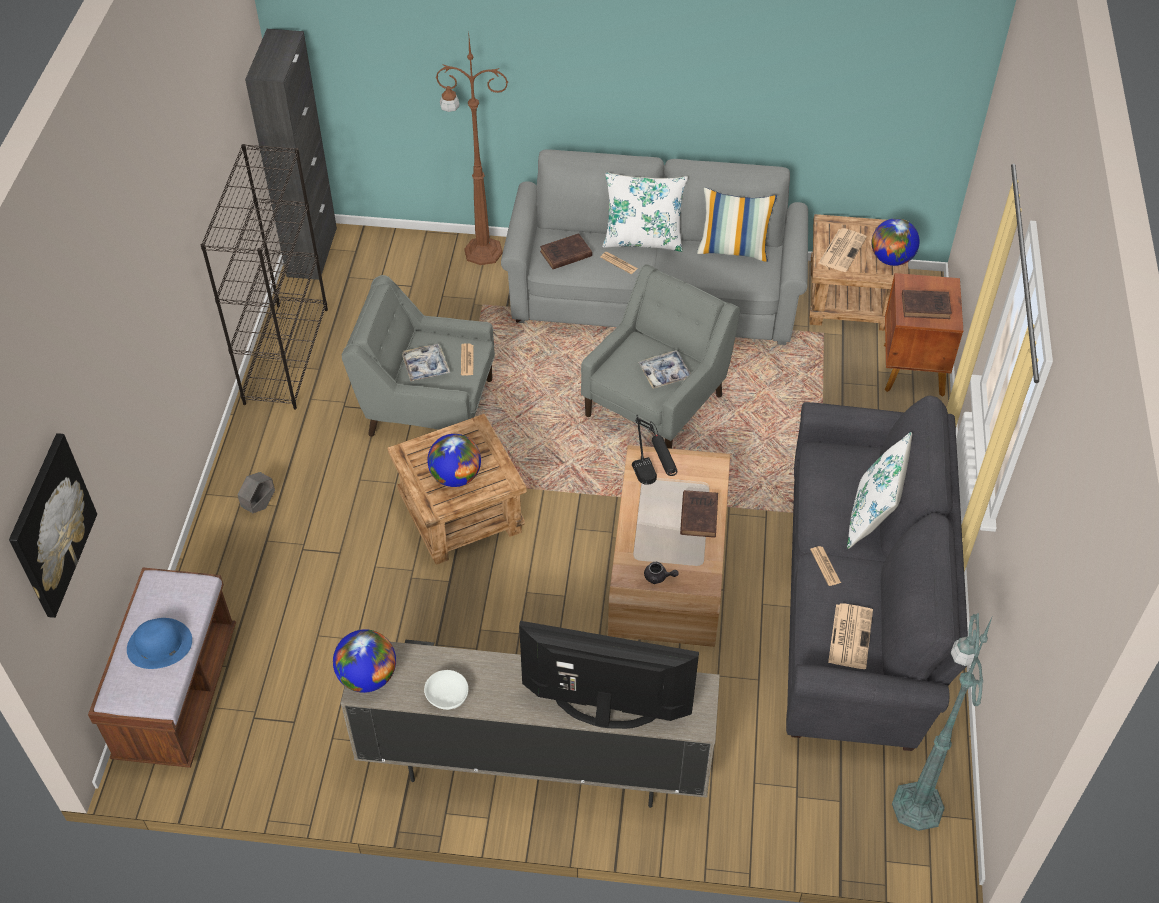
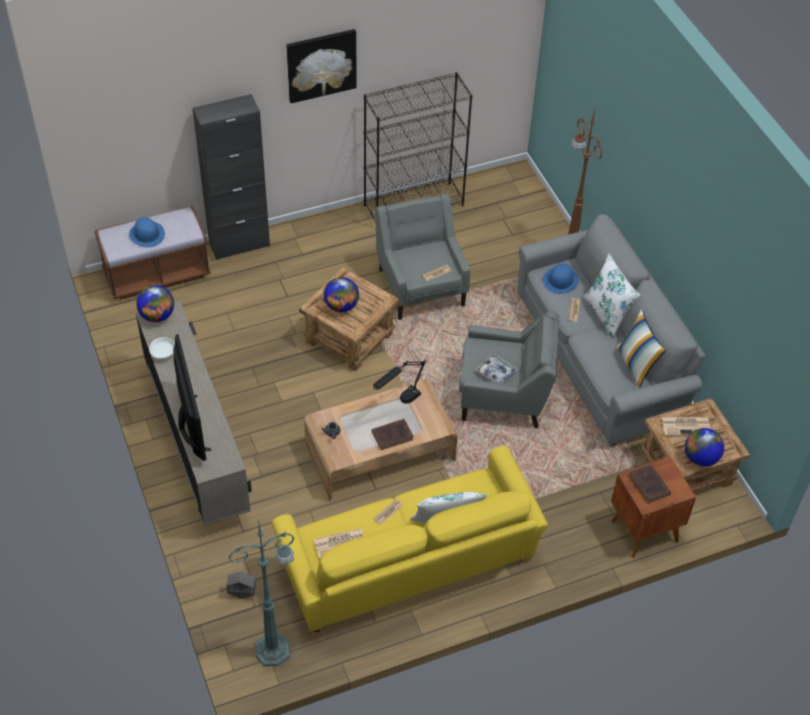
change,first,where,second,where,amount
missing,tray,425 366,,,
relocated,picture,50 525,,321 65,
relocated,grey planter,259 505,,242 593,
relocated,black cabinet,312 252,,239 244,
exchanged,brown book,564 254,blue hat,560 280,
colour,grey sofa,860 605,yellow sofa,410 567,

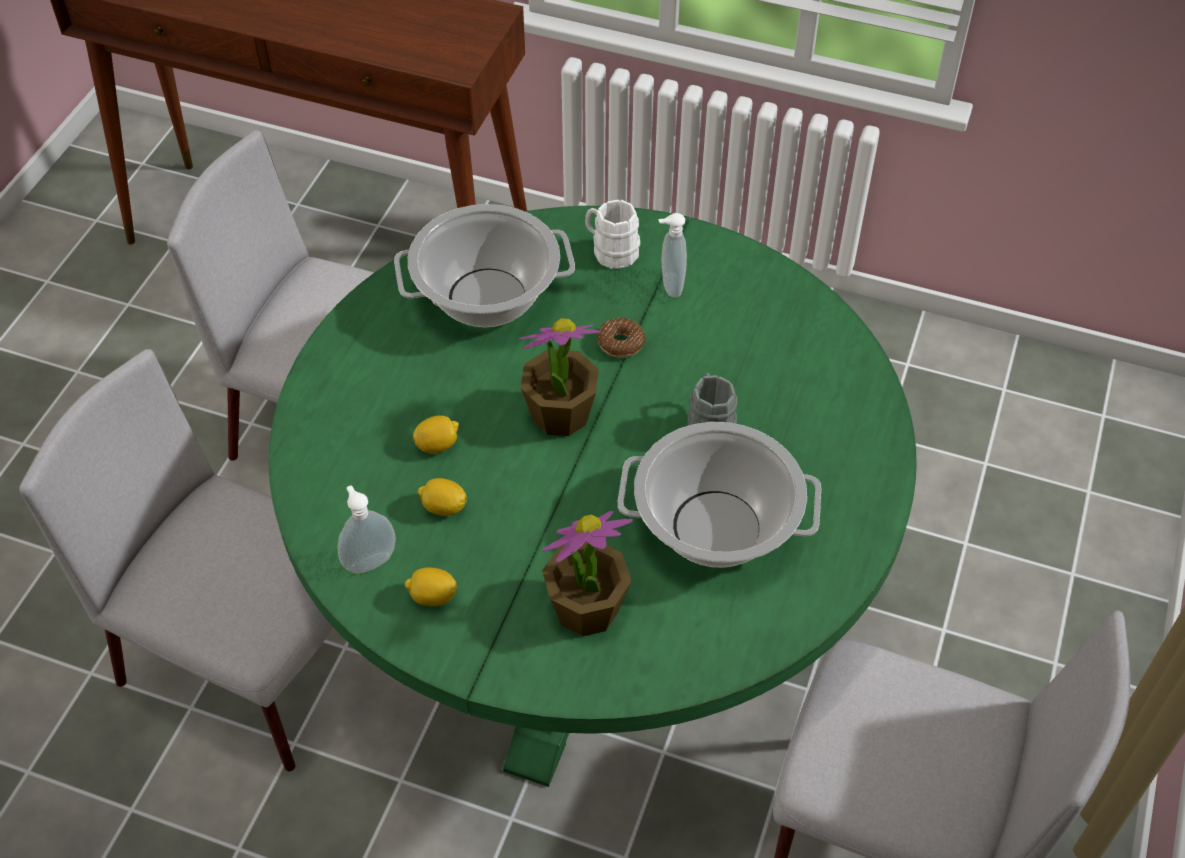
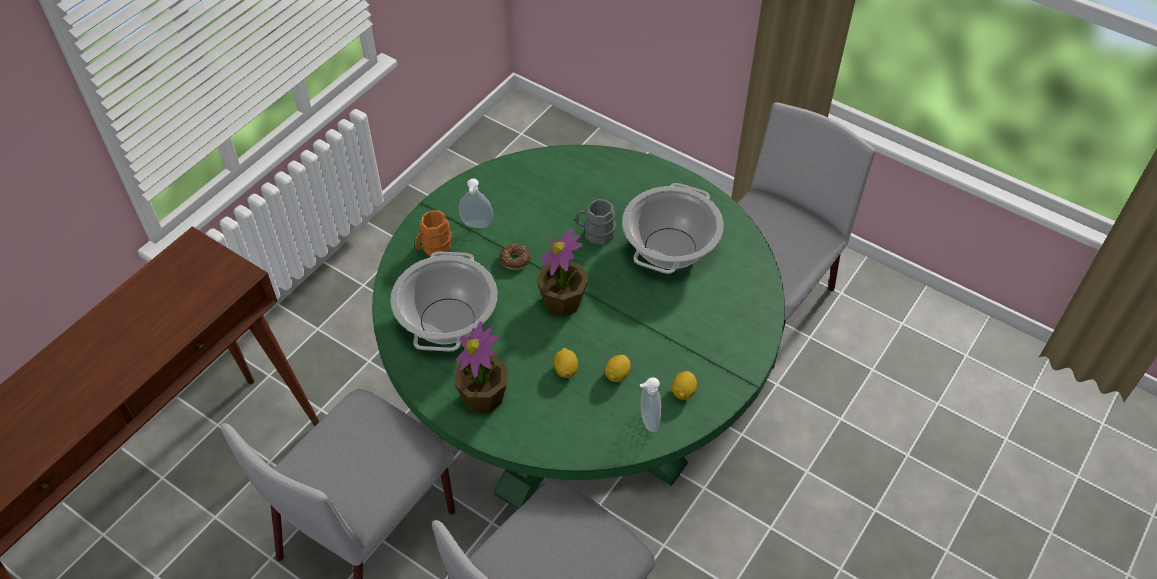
change,first,where,second,where,amount
relocated,potted plant,586 610,,484 397,
colour,white mug,610 251,orange mug,433 248,

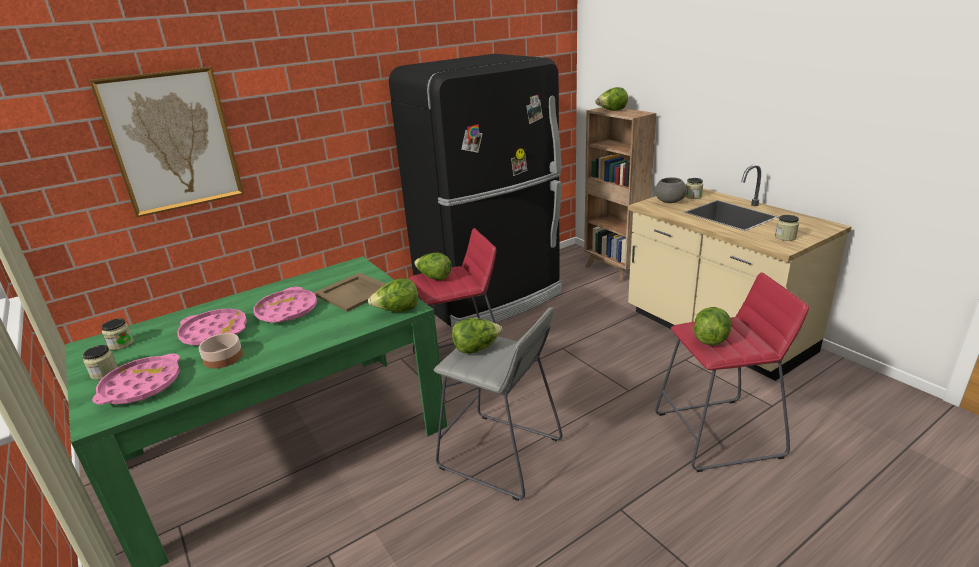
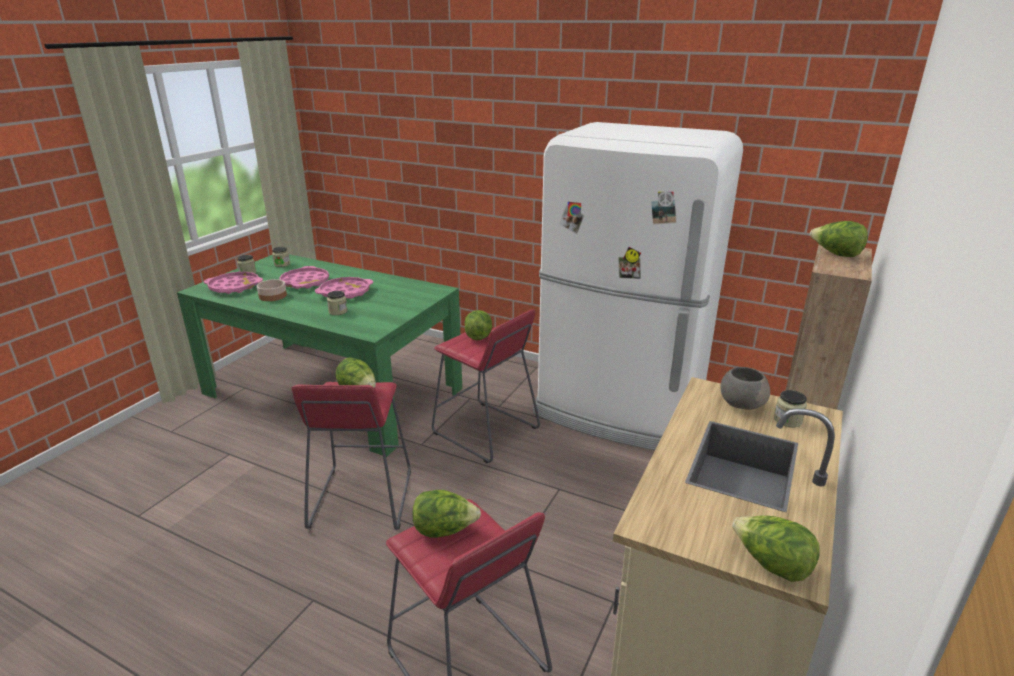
change,first,where,second,where,amount
missing,picture,173 141,,,
missing,beige tray,353 292,,,
relocated,lettuce,397 311,,771 565,
relocated,jar,785 237,,338 311,
colour,black fridge,491 298,white fridge,619 410,
colour,grey stool,500 454,red stool,362 499,

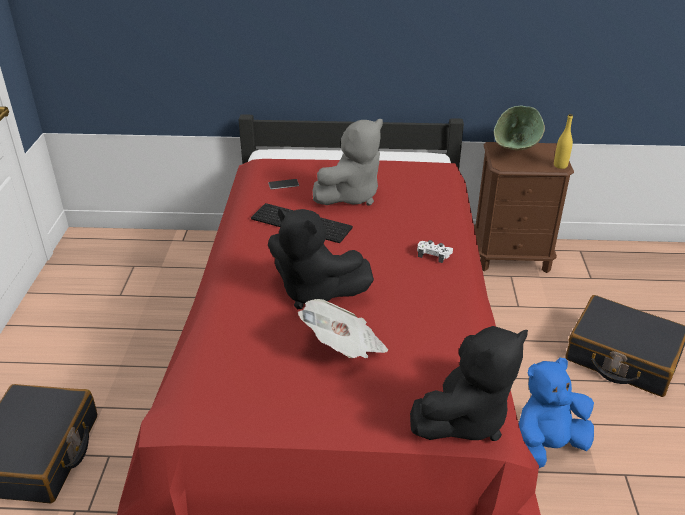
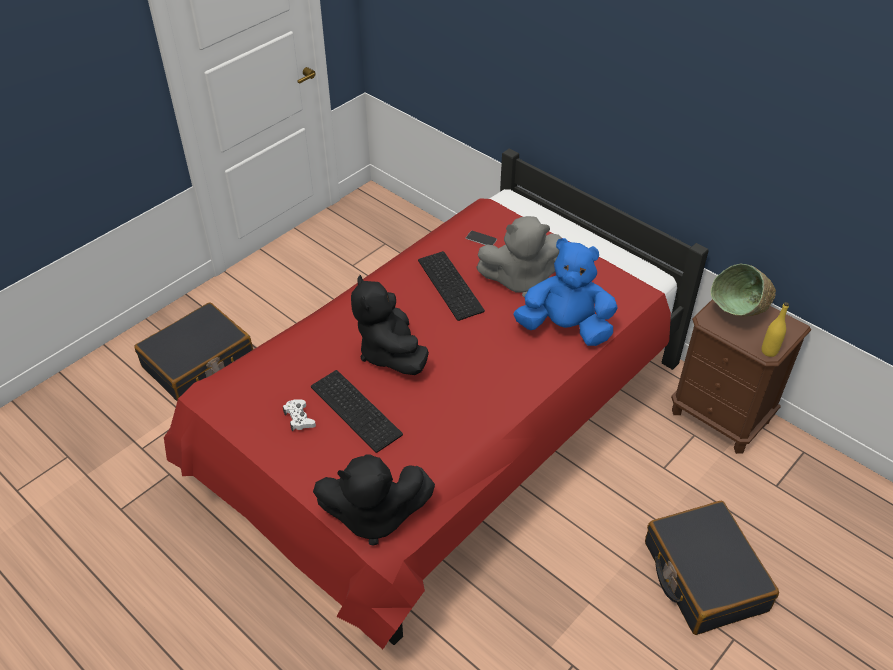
change,first,where,second,where,amount
relocated,white game controller,434 254,,299 418,
relocated,blue plush toy,546 446,,565 328,
exchanged,newspaper,344 347,keyboard,358 410,

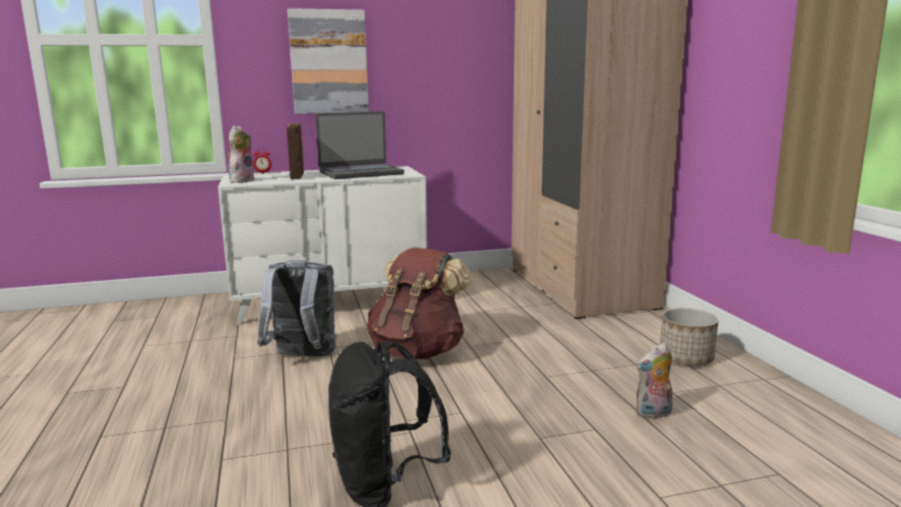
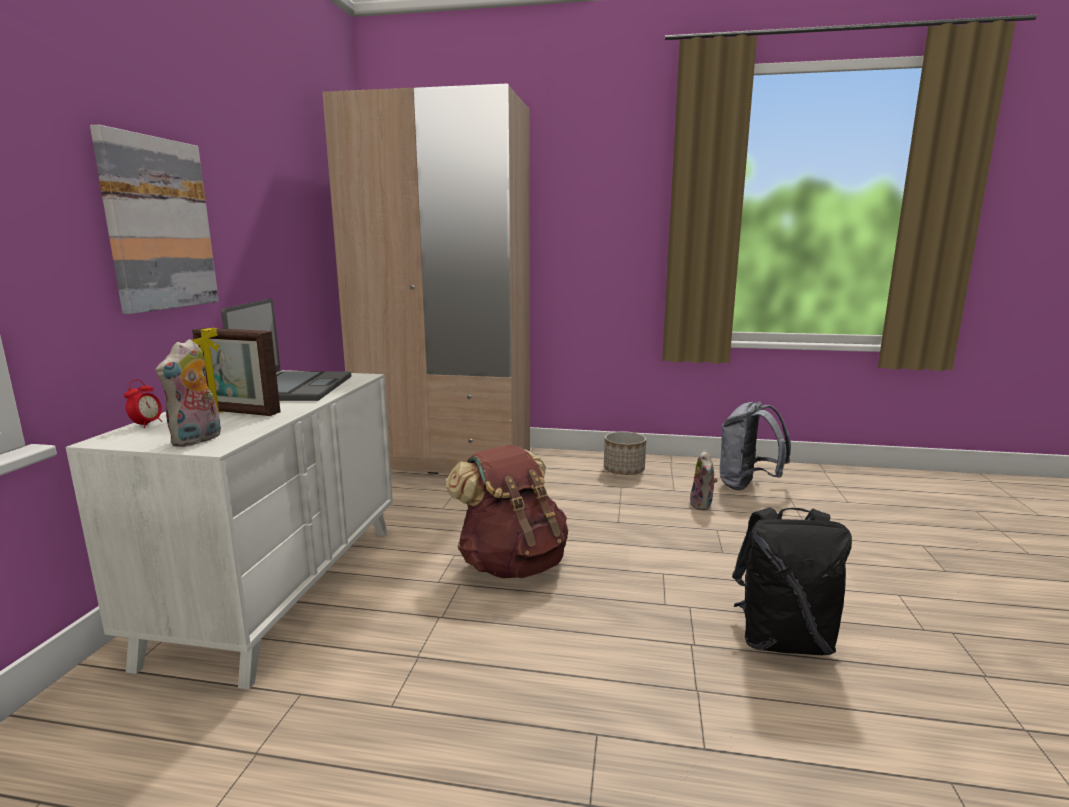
change,first,where,second,where,amount
relocated,grey backpack,302 358,,747 485,
spun,plush toy,241 180,,197 440,120 degrees counterclockwise

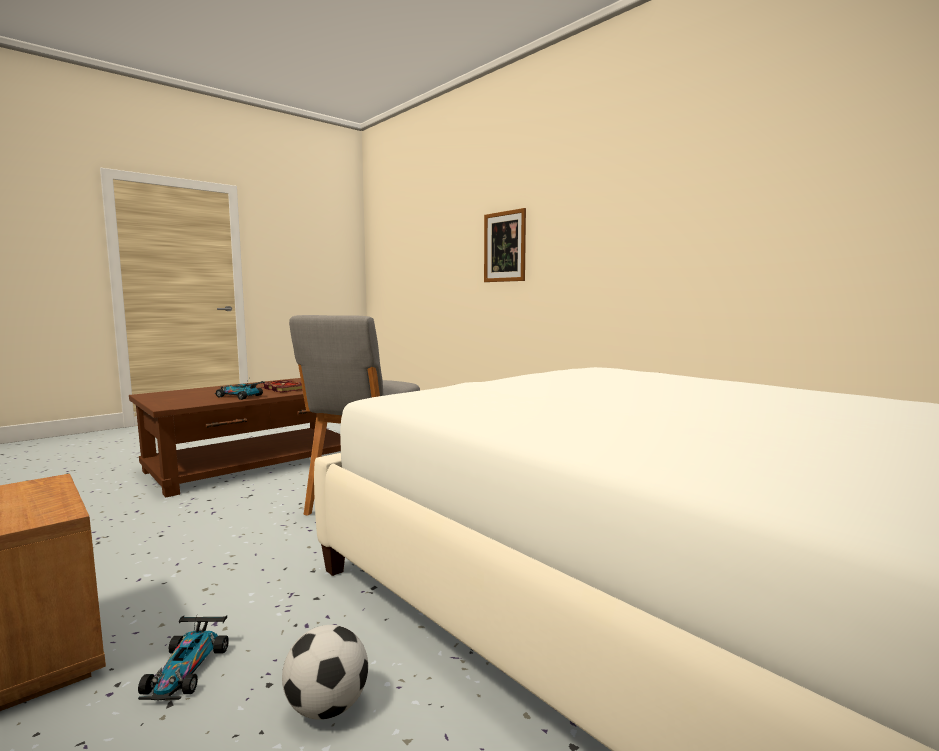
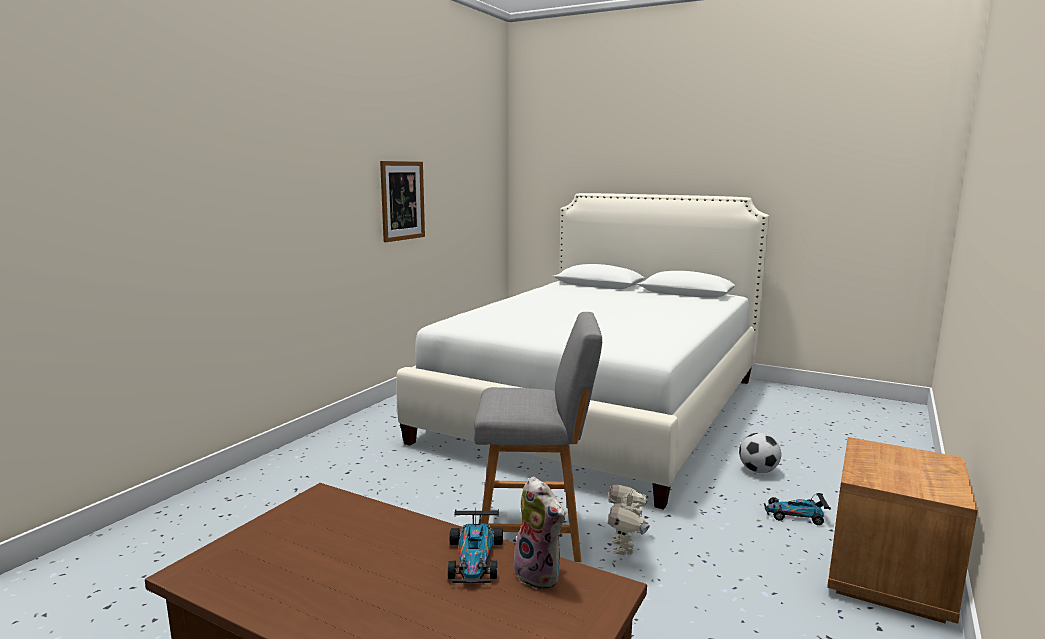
change,first,where,second,where,amount
missing,book,283 388,,,
appeared,,,plush toy,540 574,
appeared,,,toy robot,625 547,
relocated,picture,505 246,,402 200,
spun,toy car,186 669,,795 515,150 degrees counterclockwise

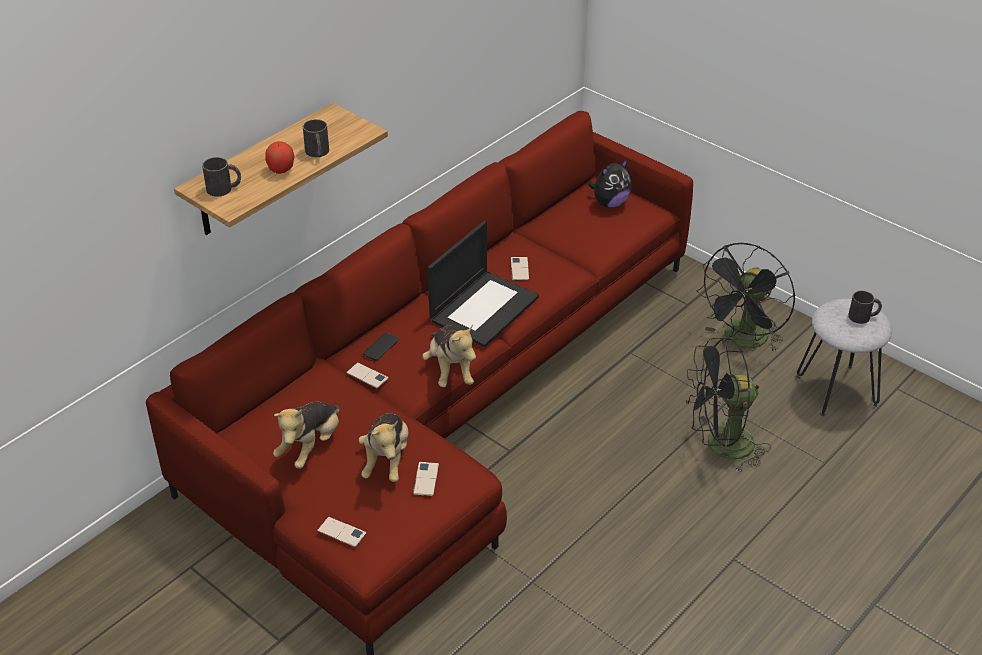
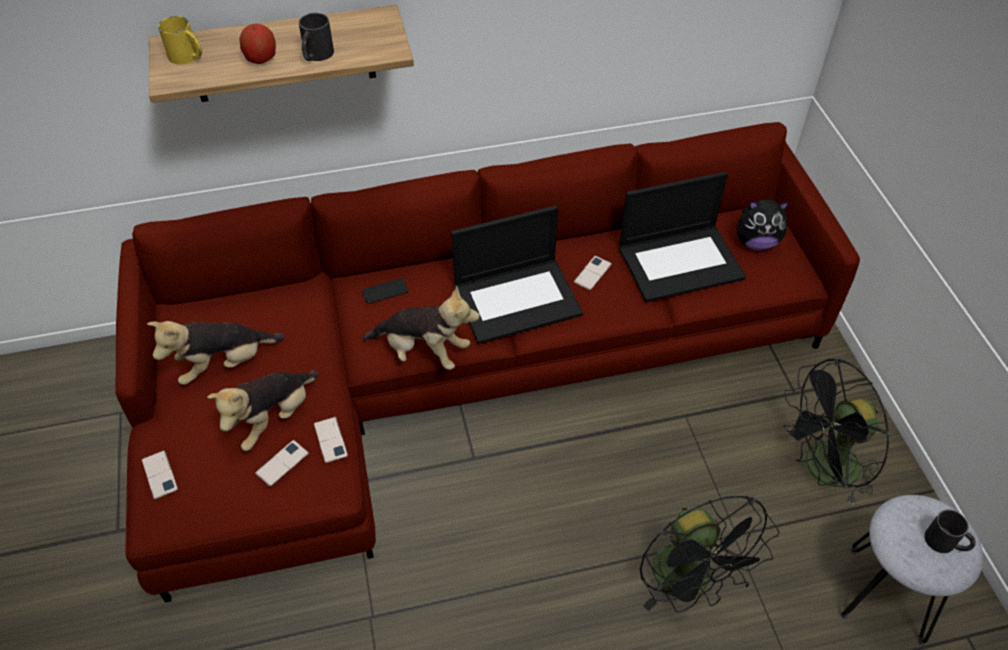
change,first,where,second,where,amount
appeared,,,laptop,681 262,
relocated,phone,367 376,,330 440,
colour,black mug,224 188,yellow mug,188 57,
spun,plush toy,450 370,,423 351,90 degrees counterclockwise
spun,black fan,720 446,,690 583,135 degrees counterclockwise

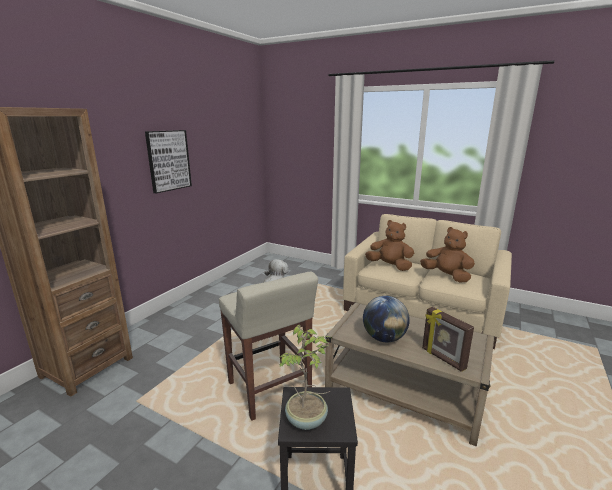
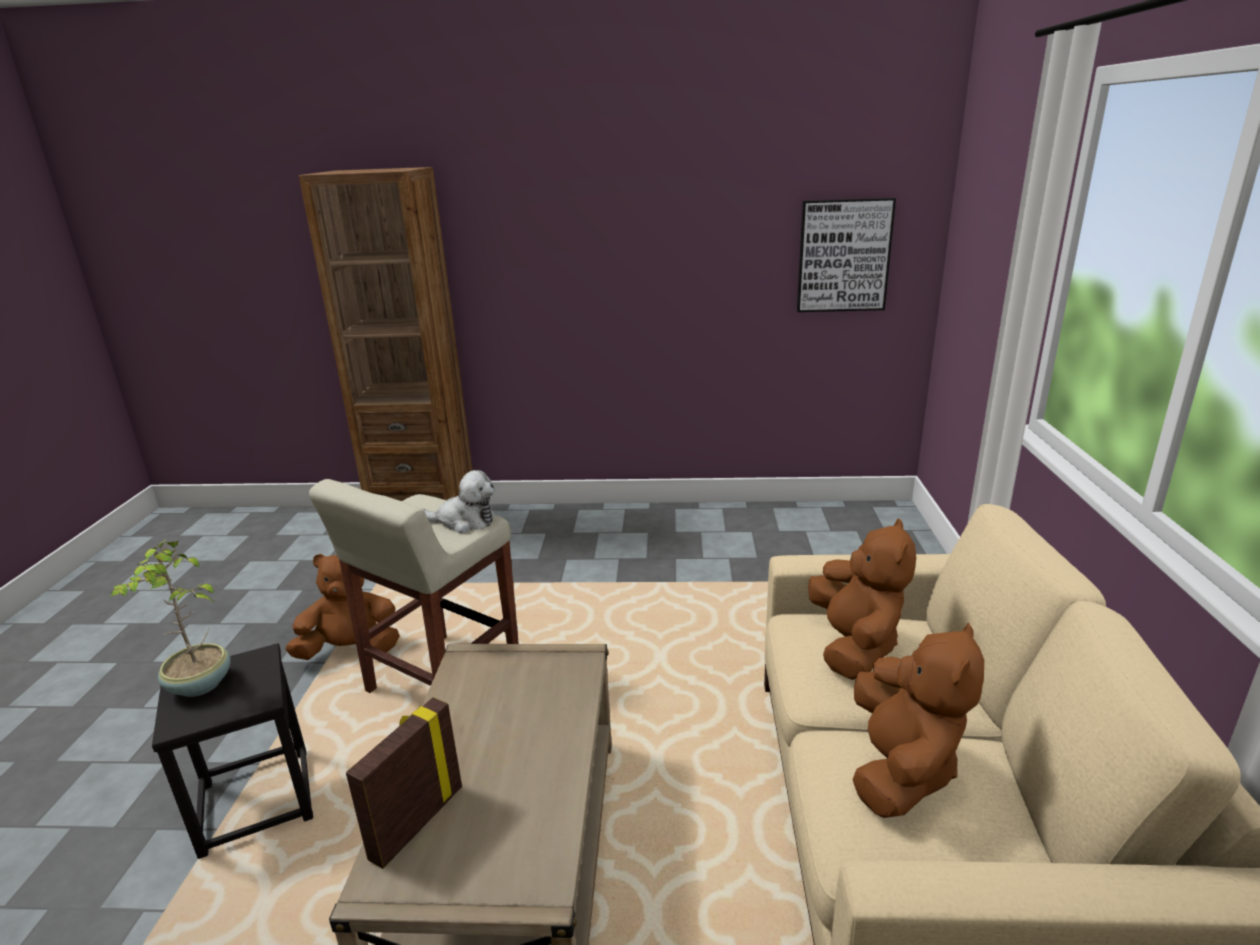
change,first,where,second,where,amount
missing,globe,384 338,,,
appeared,,,brown plush toy,351 650,
relocated,picture,168 160,,843 256,

